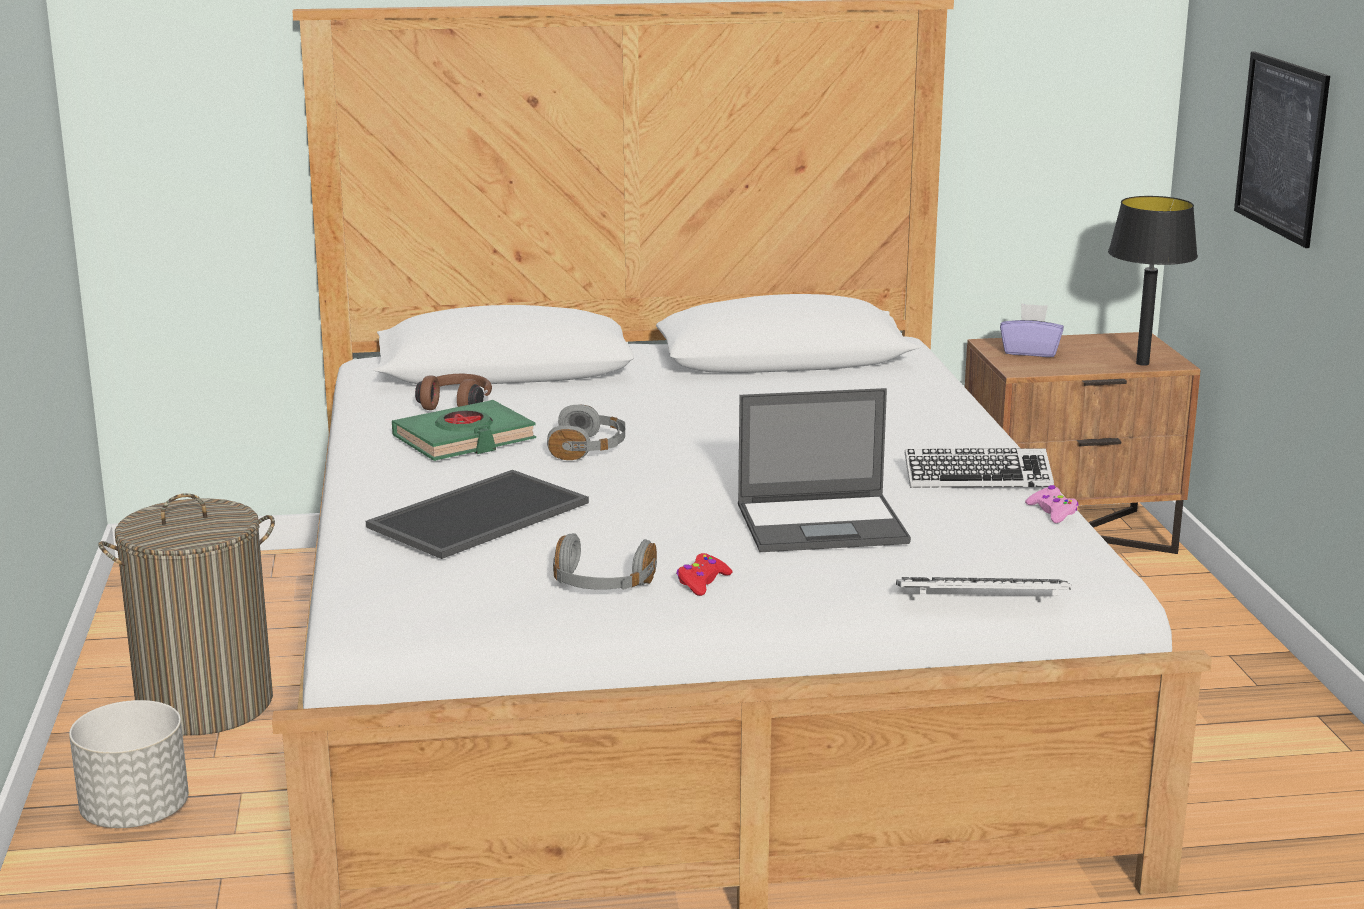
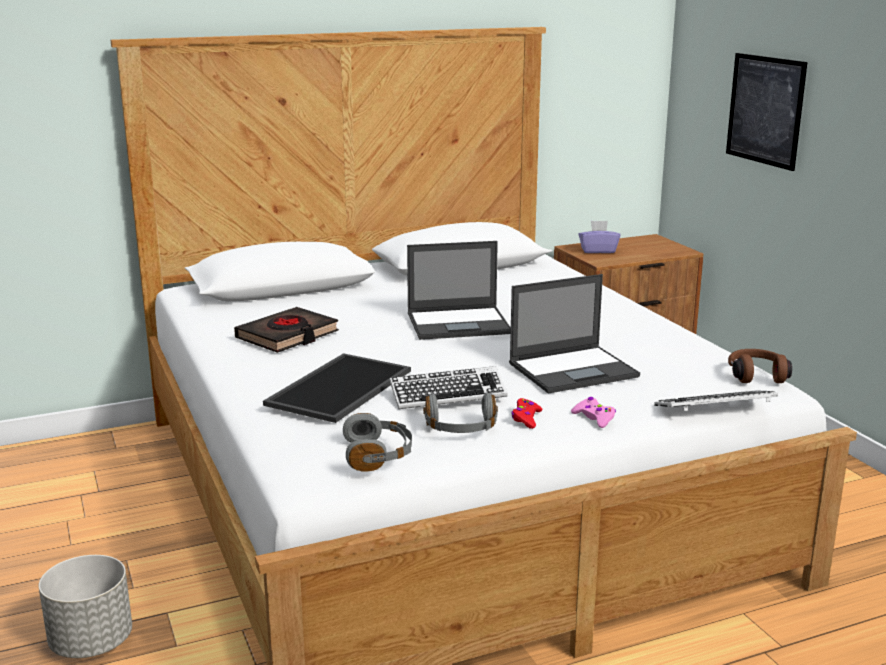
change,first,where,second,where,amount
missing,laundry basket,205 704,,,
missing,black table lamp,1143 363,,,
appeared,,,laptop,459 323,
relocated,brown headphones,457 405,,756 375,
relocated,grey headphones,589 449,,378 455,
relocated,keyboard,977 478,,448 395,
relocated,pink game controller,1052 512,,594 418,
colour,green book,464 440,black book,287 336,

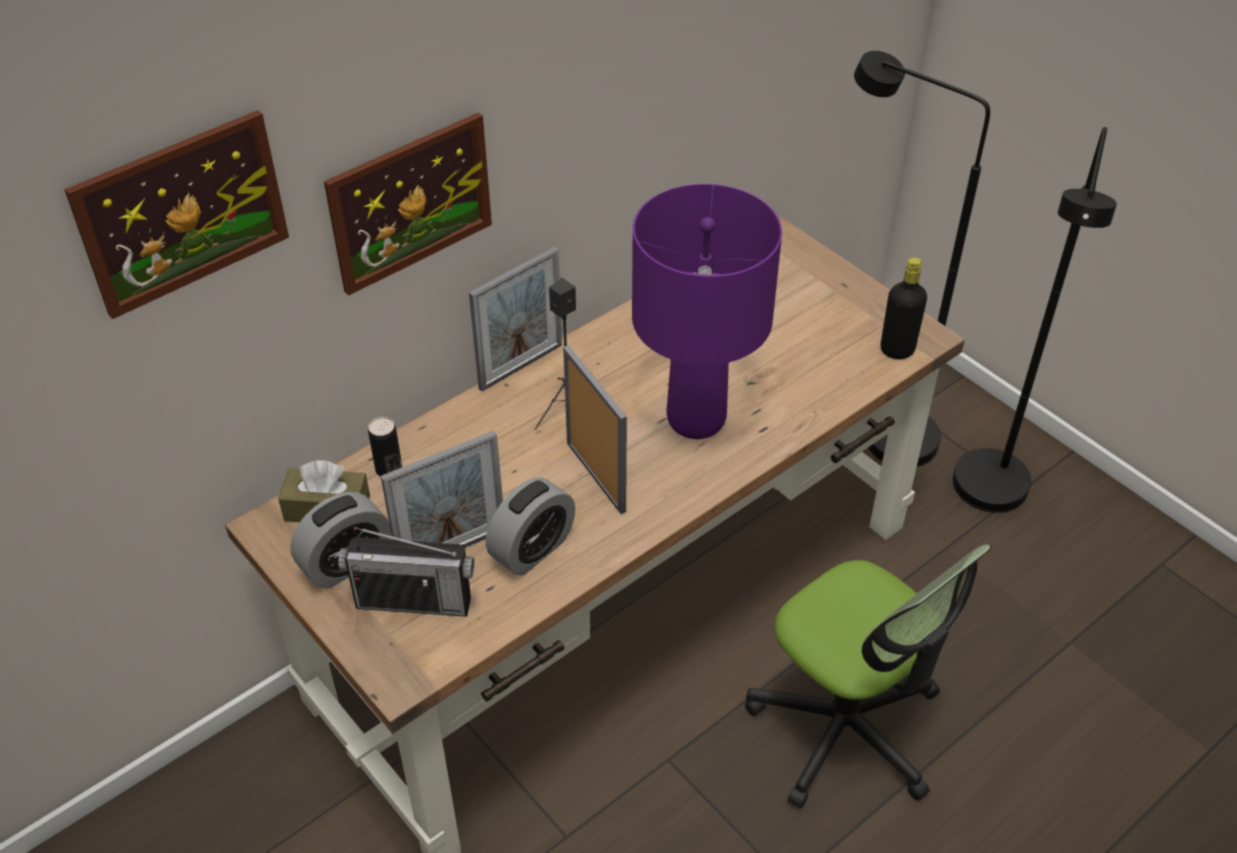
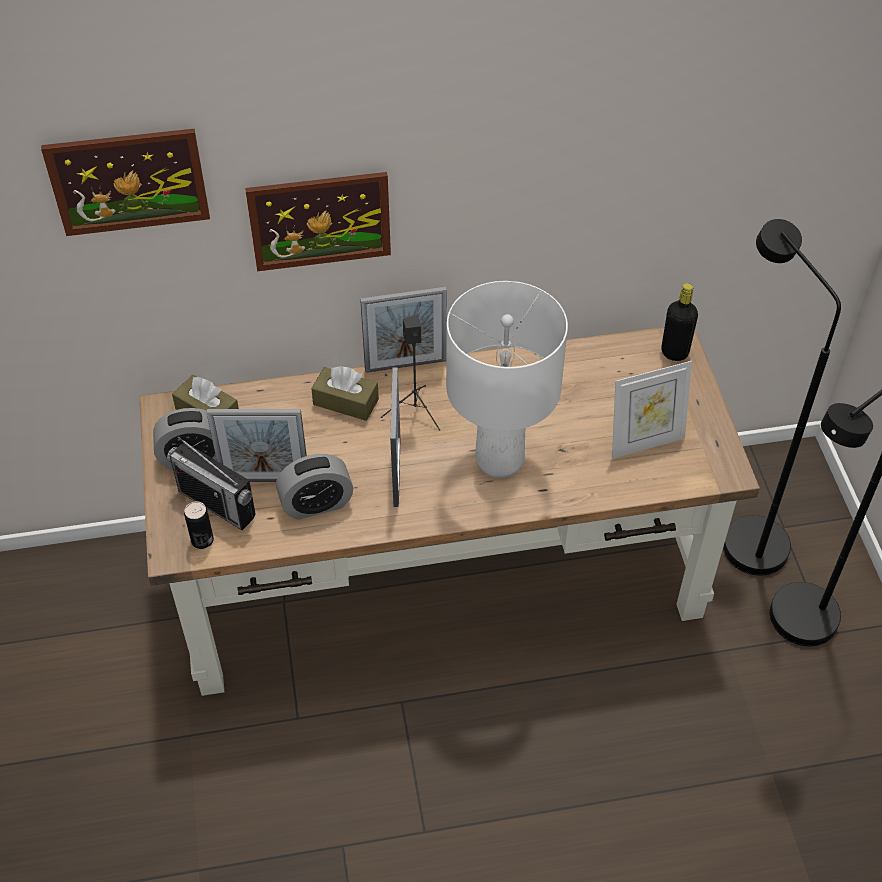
change,first,where,second,where,amount
missing,office chair,846 728,,,
appeared,,,brown tissue box,346 402,
appeared,,,picture frame,645 442,
relocated,can,389 469,,202 540,
relocated,black bottle,897 350,,674 352,
colour,purple table lamp,696 420,white table lamp,499 461,

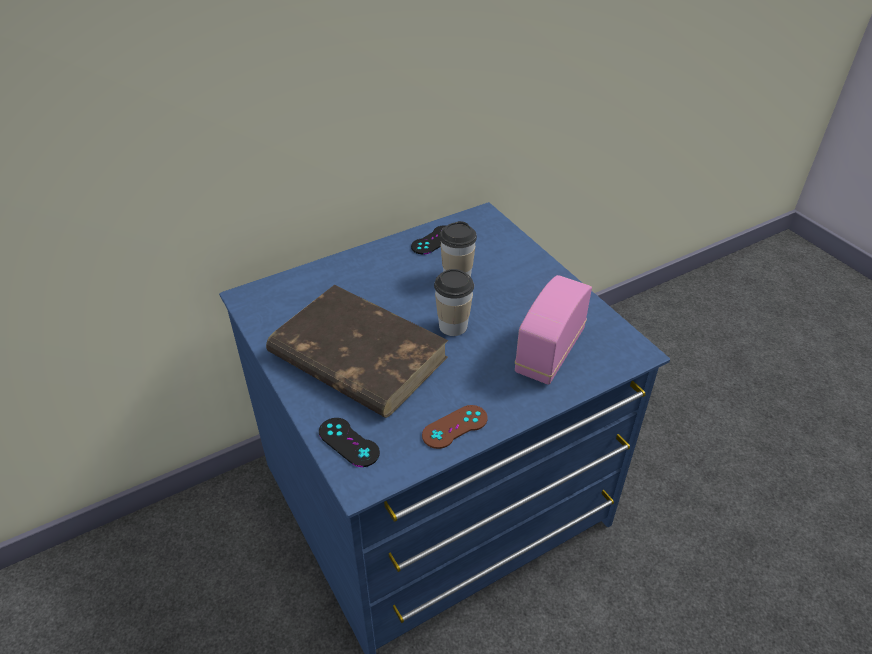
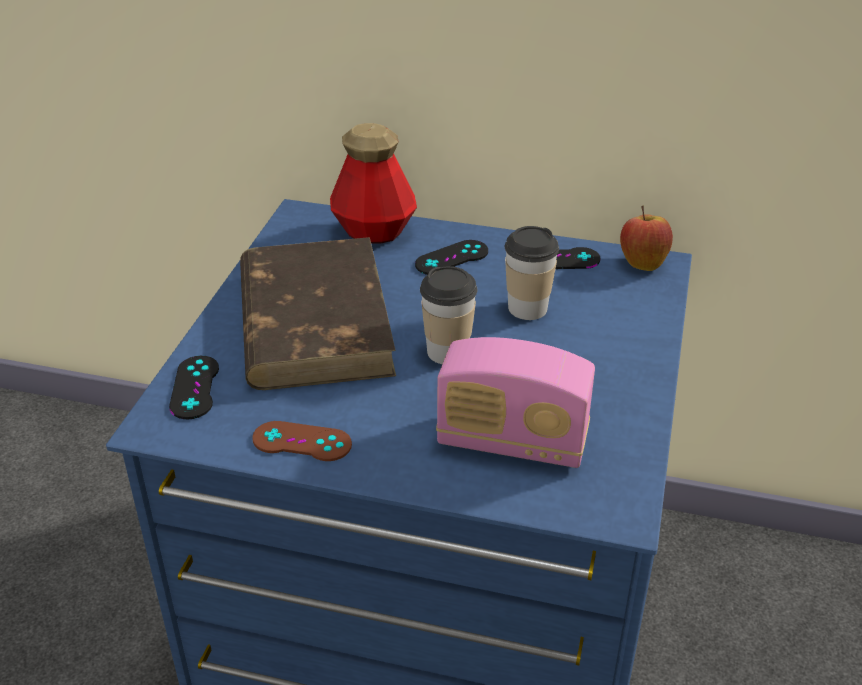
change,first,where,second,where,amount
appeared,,,bottle,374 231,
appeared,,,black game controller,452 258,
appeared,,,apple,642 263,
spun,radio,549 352,,512 442,150 degrees counterclockwise

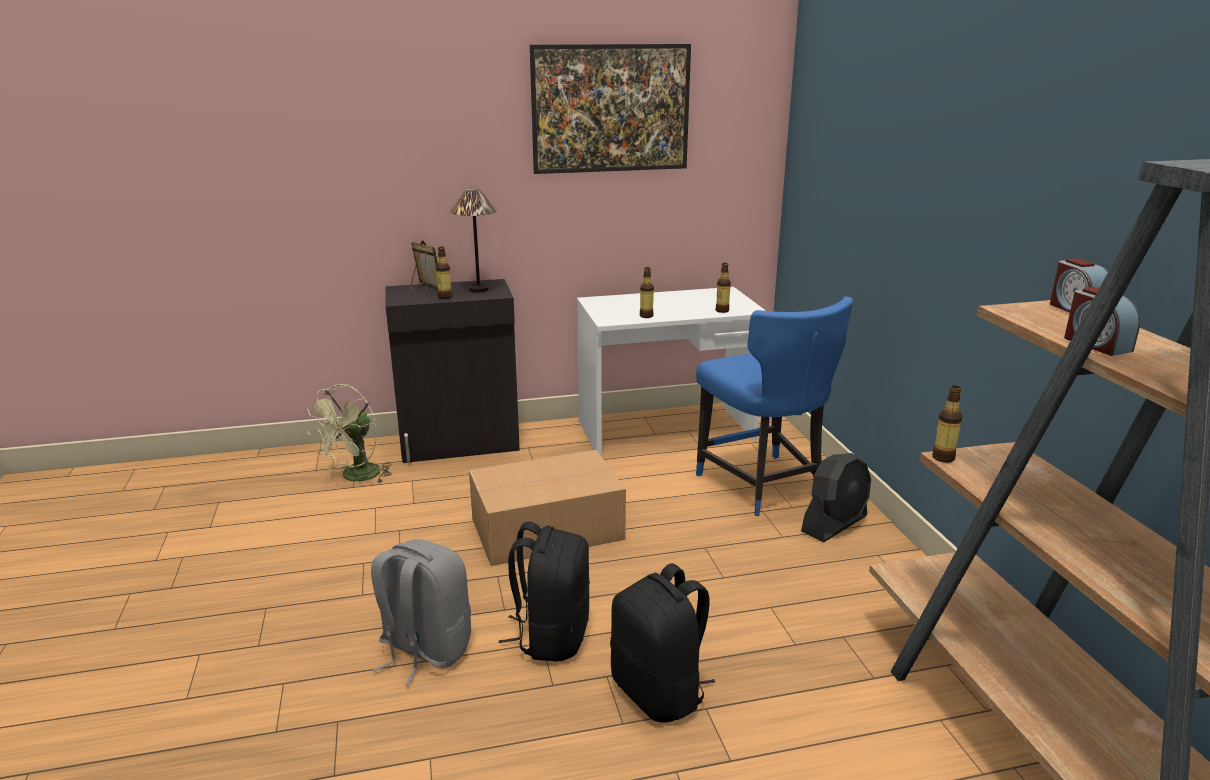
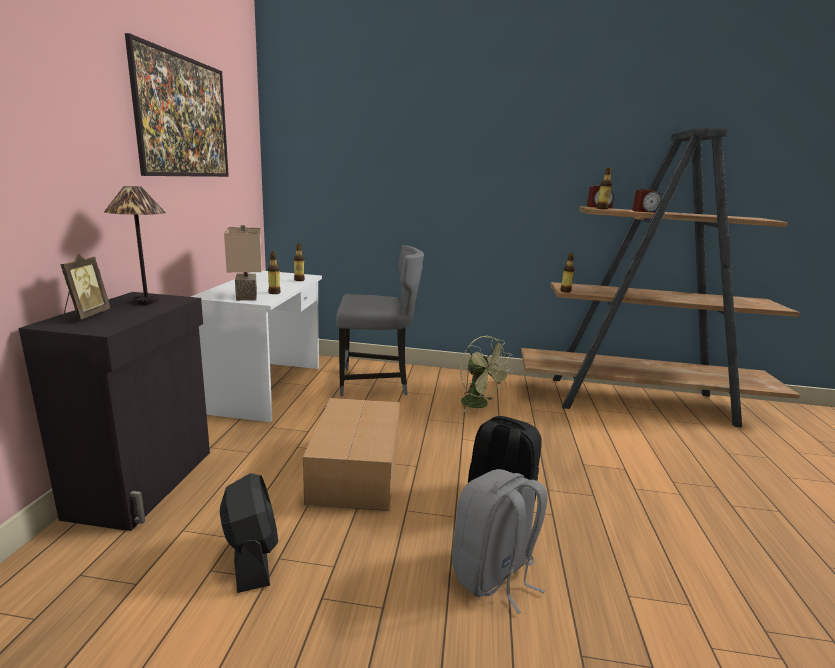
change,first,where,second,where,amount
missing,black backpack,659 692,,,
appeared,,,beige table lamp,245 296,
relocated,green fan,356 477,,479 405,
relocated,bottle,445 297,,602 209,
relocated,black fan,834 524,,252 556,
colour,blue chair,763 486,grey chair,376 383,
spun,picture frame,425 289,,86 315,120 degrees clockwise

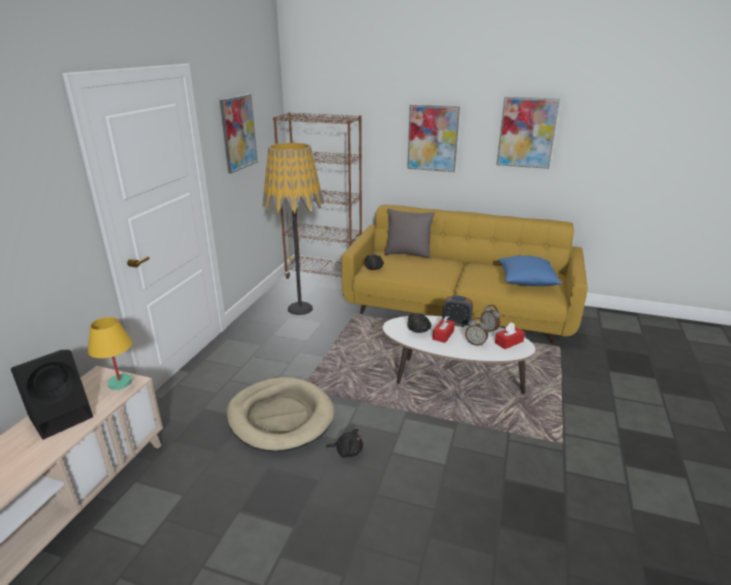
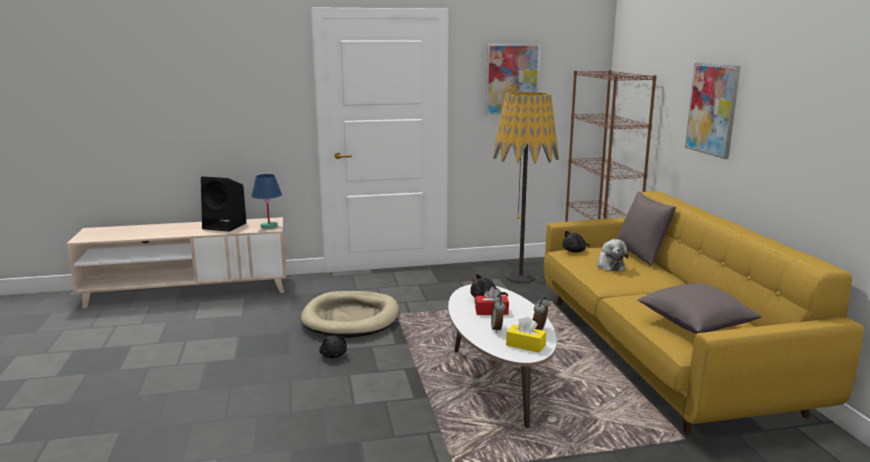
change,first,where,second,where,amount
missing,alarm clock,456 323,,,
missing,picture,527 133,,,
appeared,,,plush toy,609 265,
colour,yellow table lamp,120 383,blue table lamp,269 226,
colour,red tissue box,509 342,yellow tissue box,525 345,
colour,blue pillow,526 281,grey pillow,694 324,

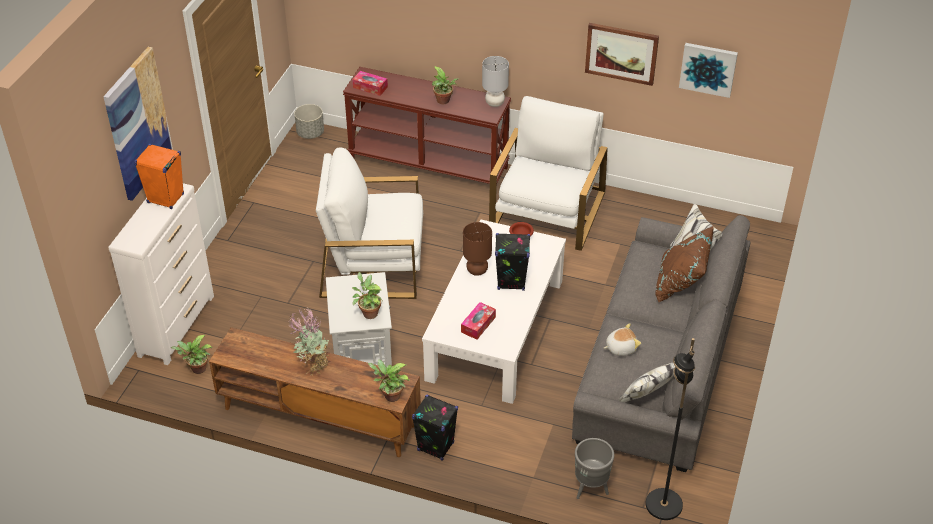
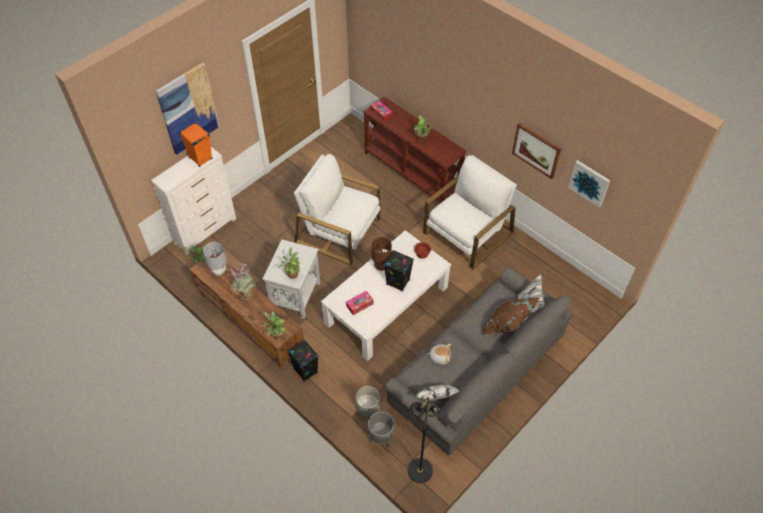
change,first,where,second,where,amount
relocated,grey planter,310 133,,368 406,
relocated,grey table lamp,494 103,,219 271,

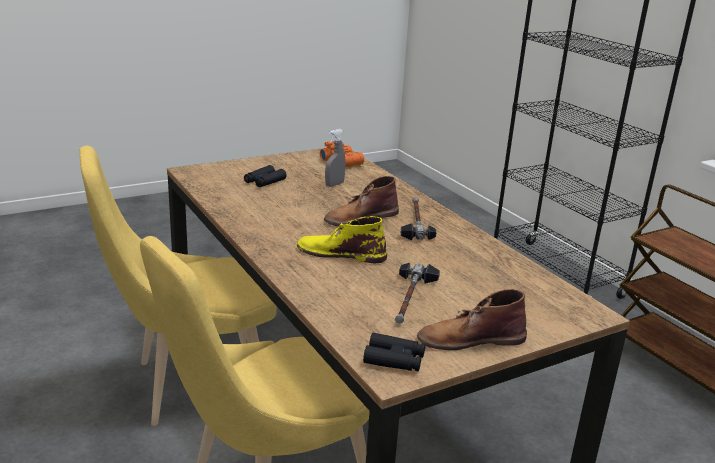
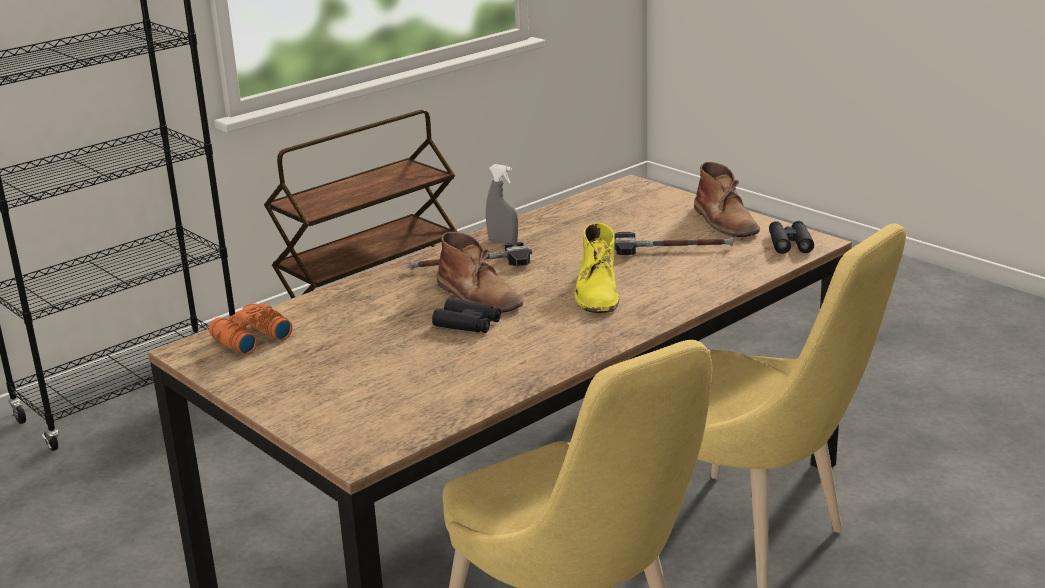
change,first,where,second,where,amount
relocated,black binoculars,264 181,,467 324,
relocated,grey spray bottle,334 184,,503 242,

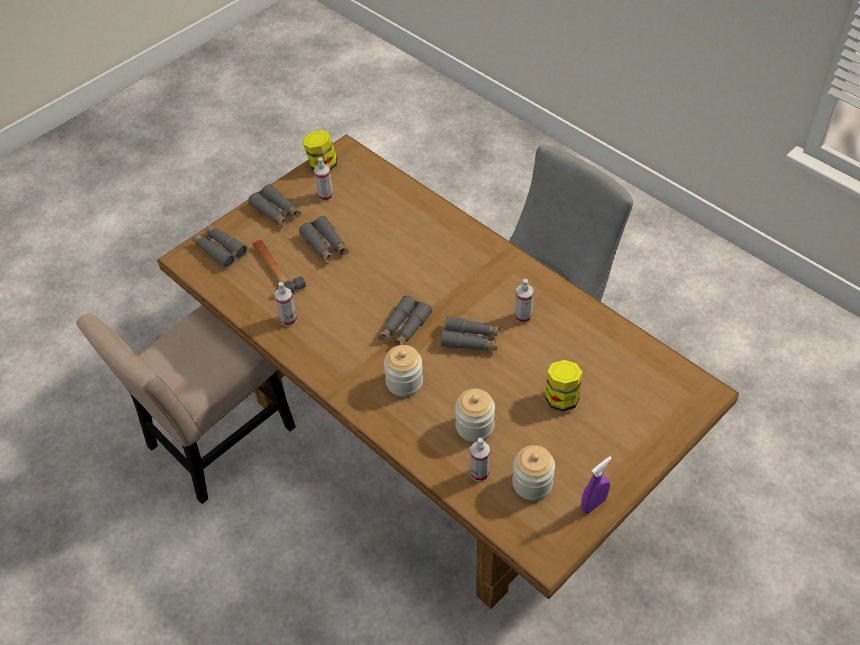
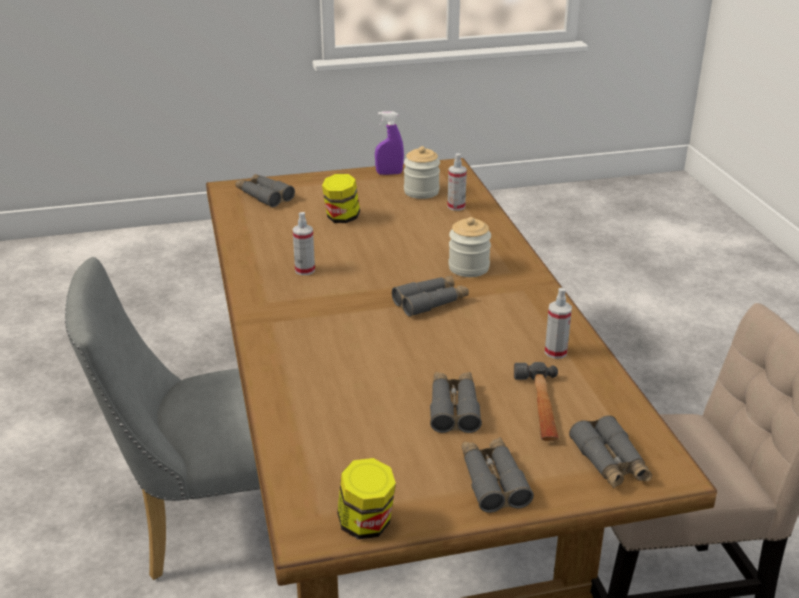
change,first,where,second,where,amount
missing,spray bottle,325 196,,,
missing,jar,474 426,,,
relocated,grey binoculars,471 340,,264 196,

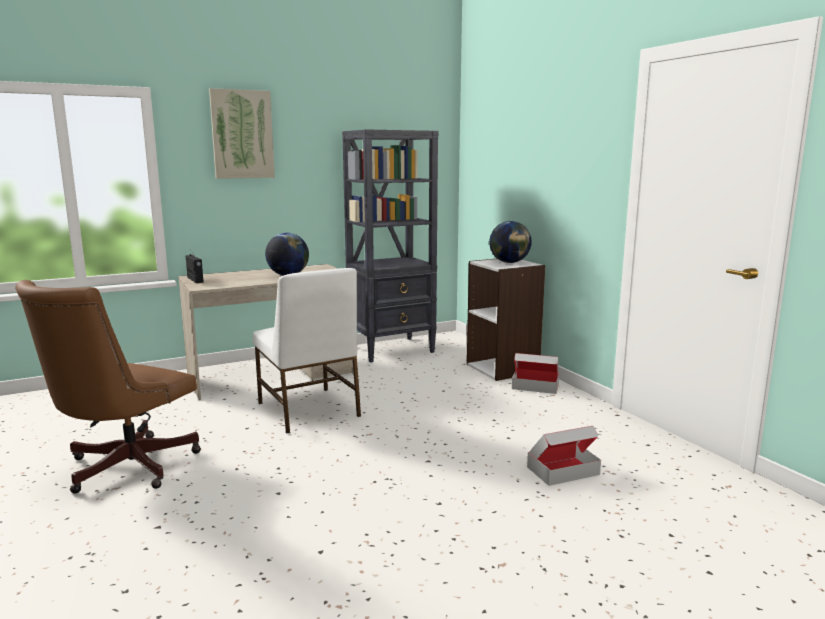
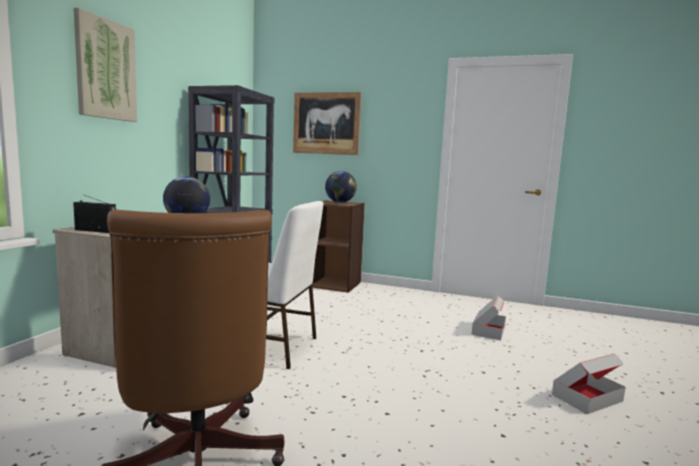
change,first,where,second,where,amount
appeared,,,picture,326 123,
relocated,cardboard box,535 386,,587 398,
colour,white bookcase,503 368,brown bookcase,335 284,

